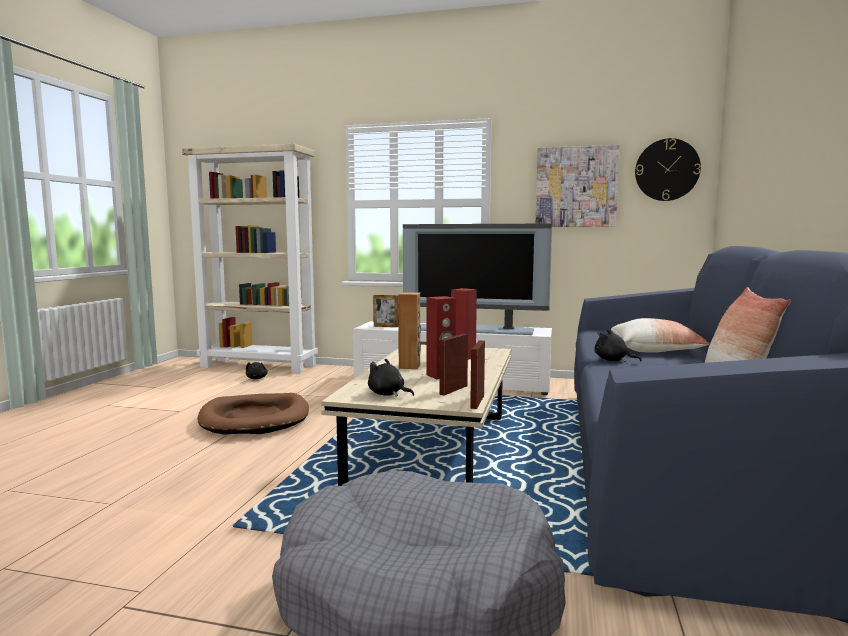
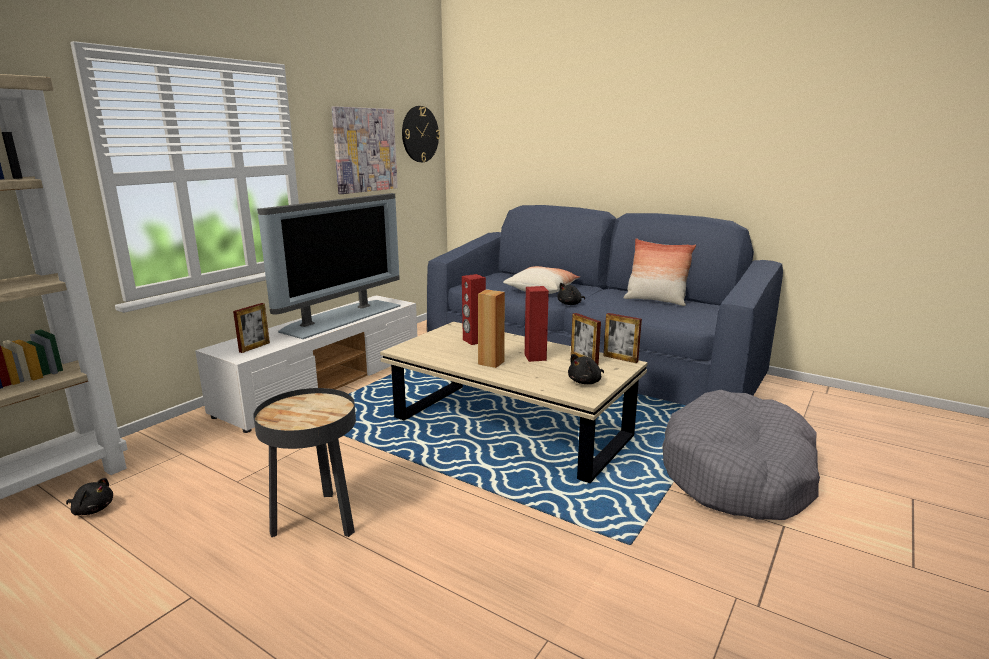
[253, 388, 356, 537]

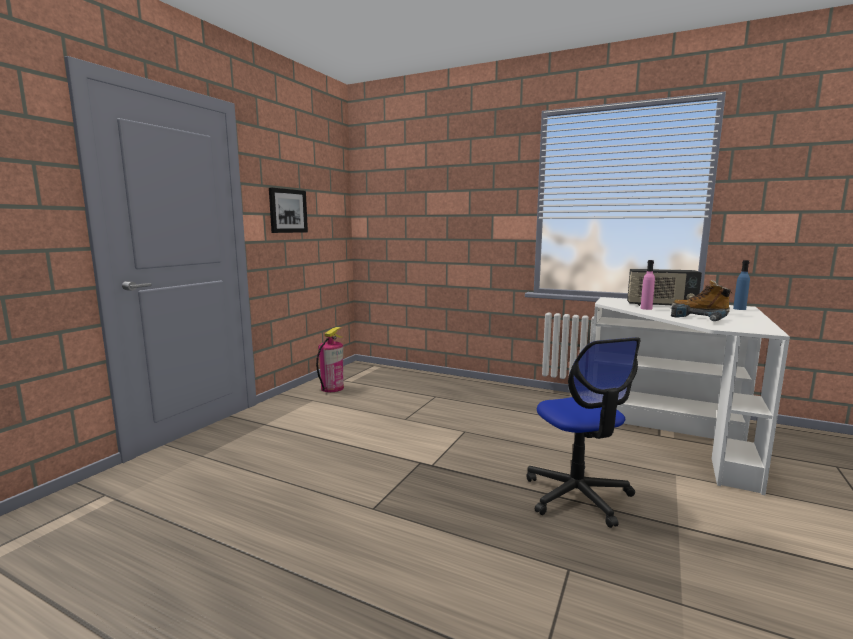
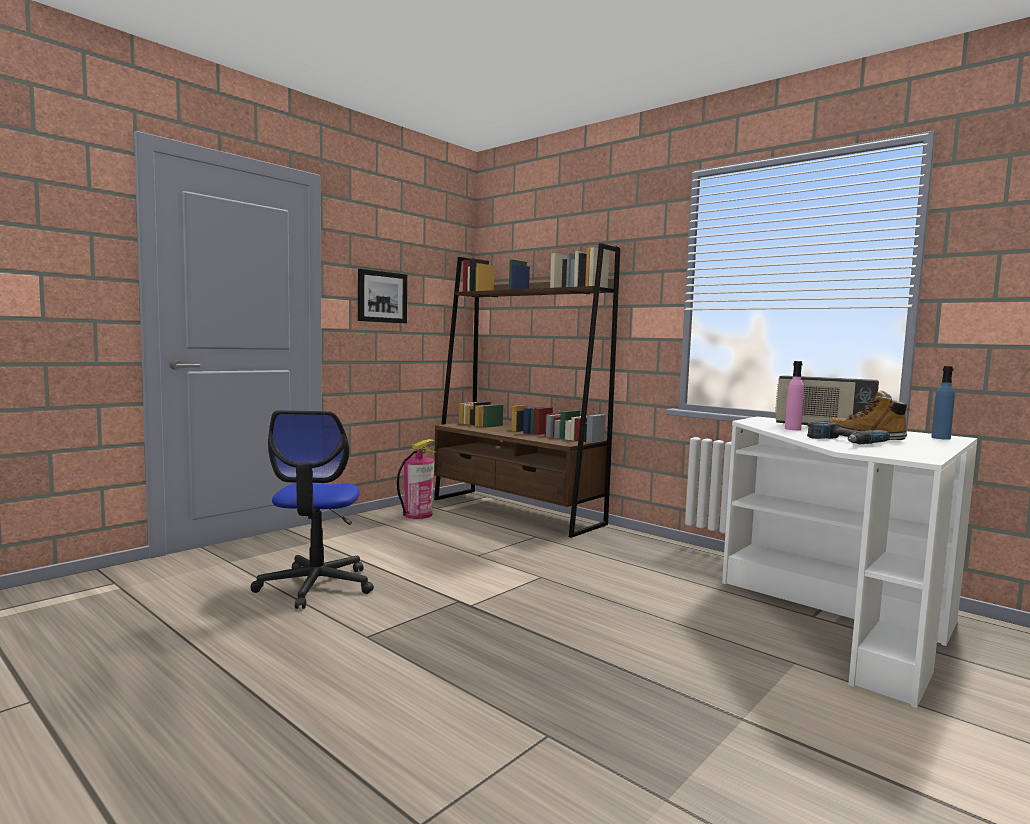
[251, 410, 374, 609]
[434, 243, 620, 538]

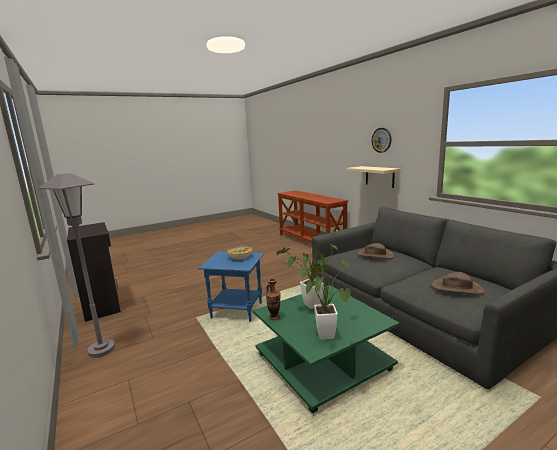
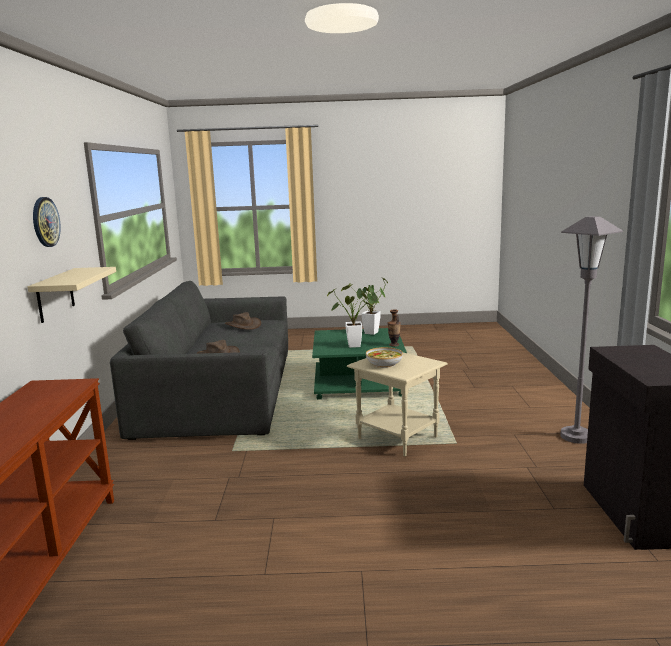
[347, 353, 448, 457]

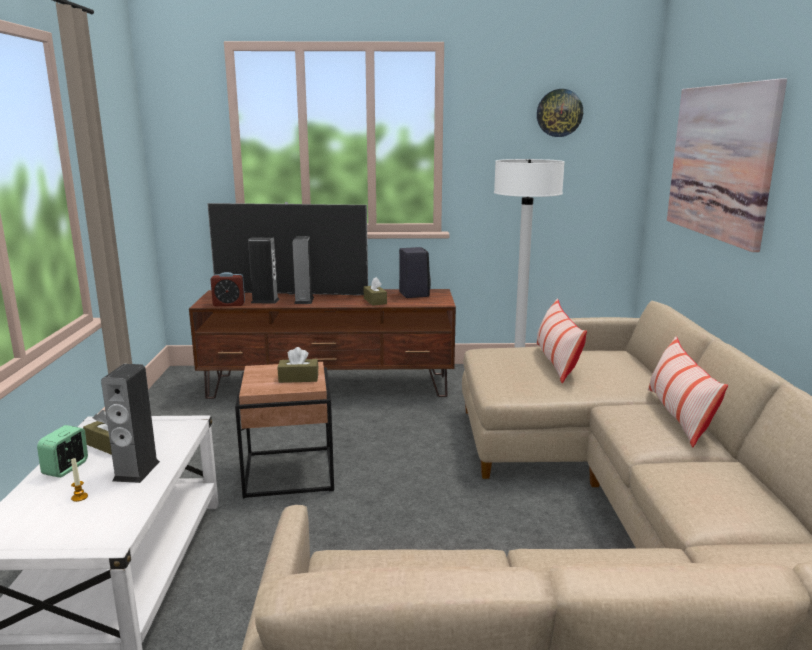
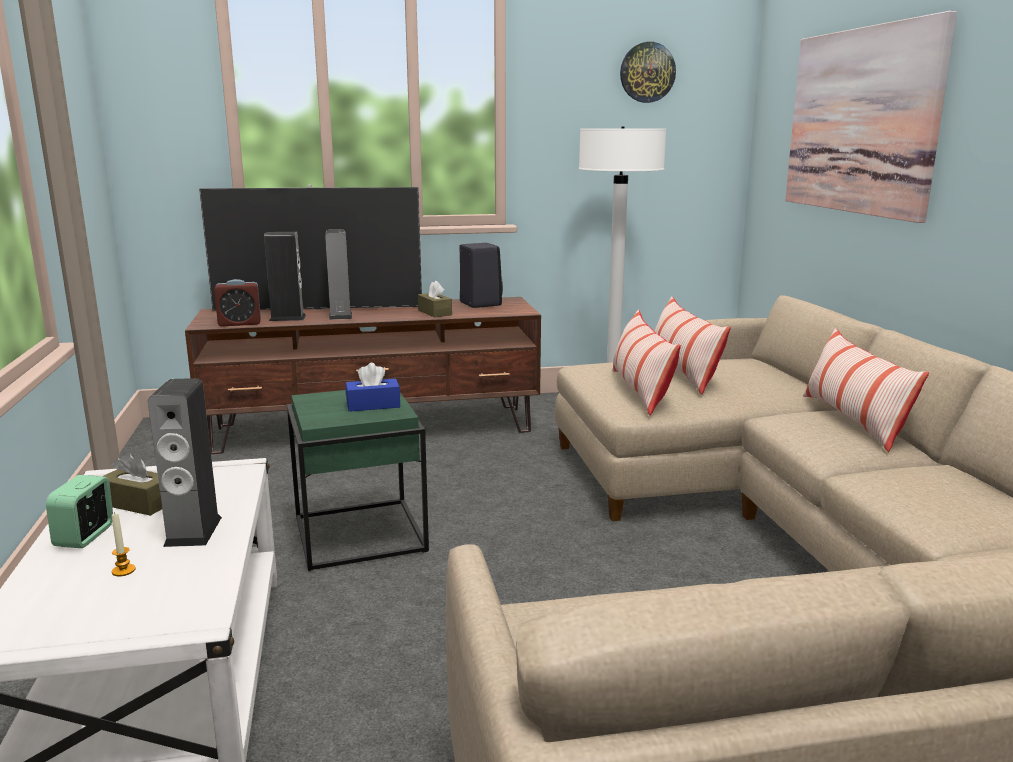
[346, 363, 400, 412]
[287, 390, 429, 571]
[612, 310, 681, 415]

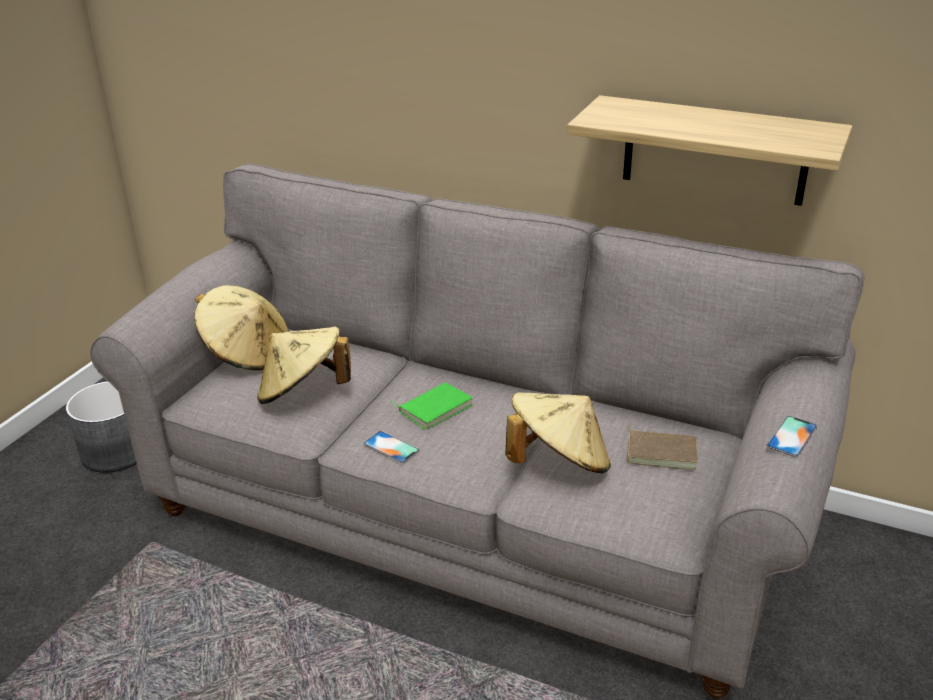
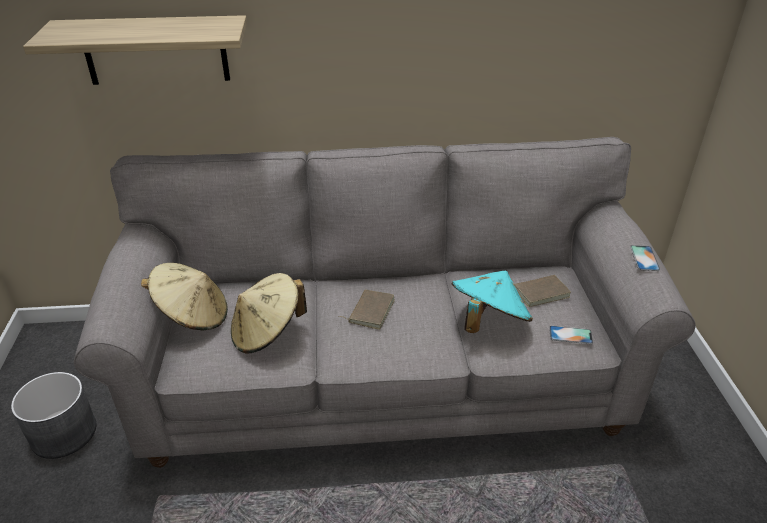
[23, 15, 247, 85]
[339, 289, 395, 330]
[452, 270, 533, 333]
[549, 326, 593, 344]

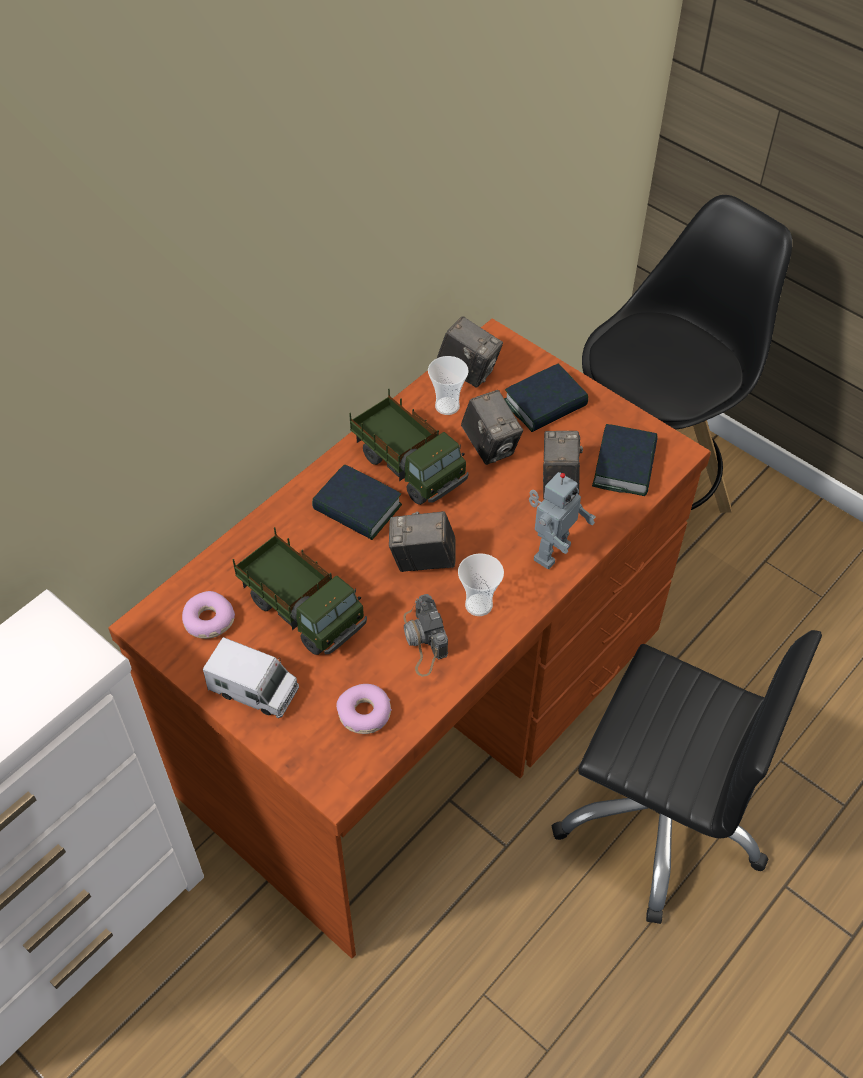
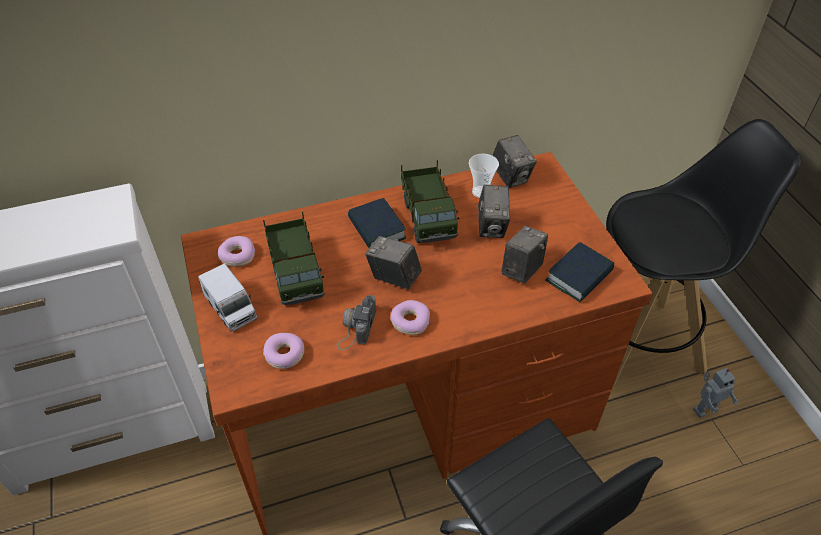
[504, 364, 588, 432] (first image)
[693, 368, 738, 418]
[390, 300, 430, 335]

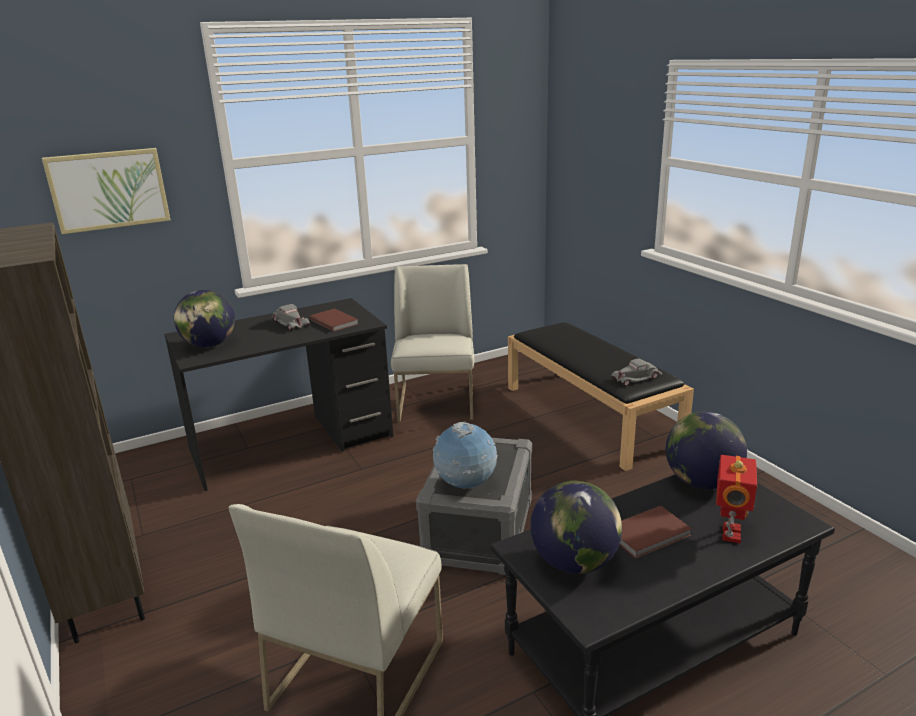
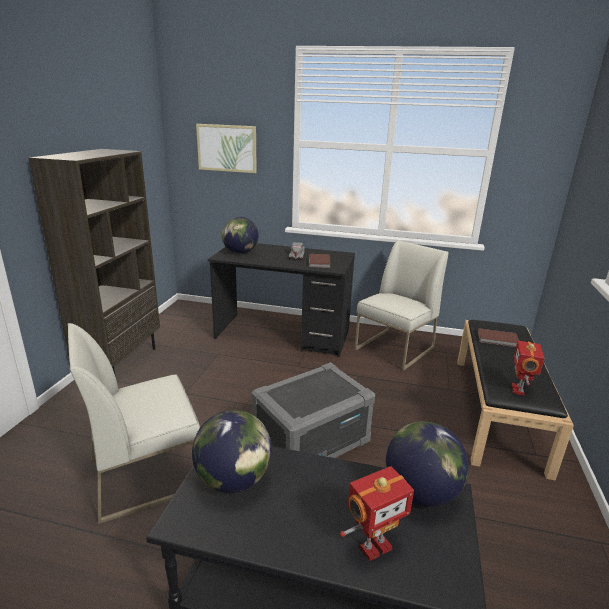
[512, 341, 544, 396]
[433, 422, 497, 489] (first image)
[478, 328, 519, 347]

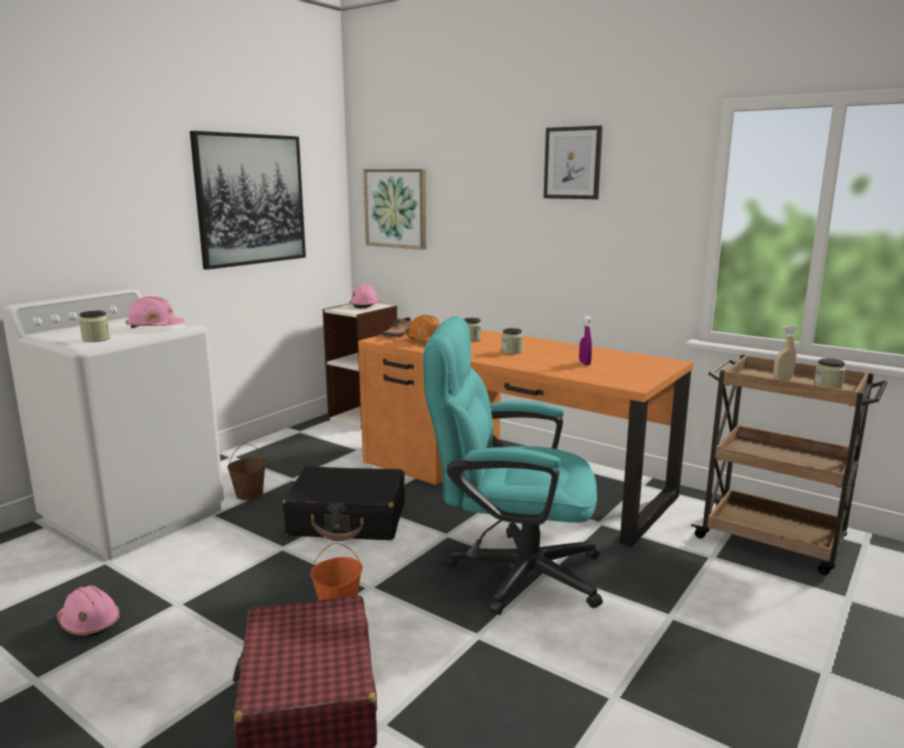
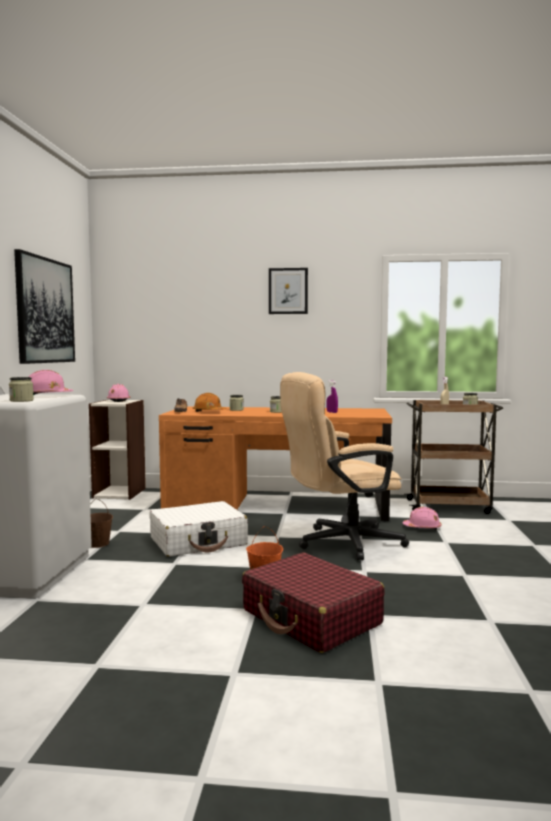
[363, 169, 426, 250] (first image)
[280, 372, 409, 561]
[149, 501, 248, 557]
[403, 507, 442, 530]

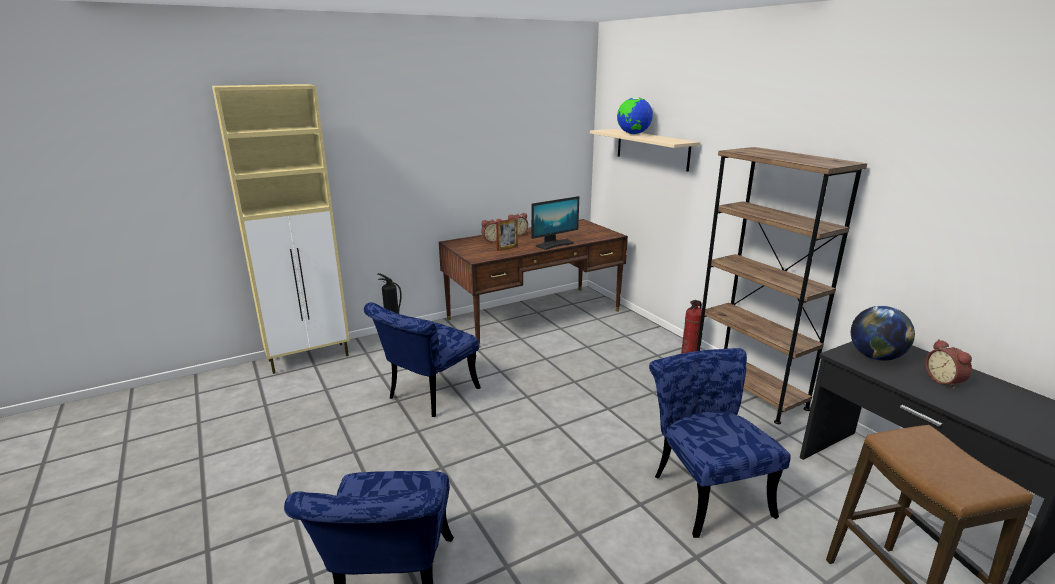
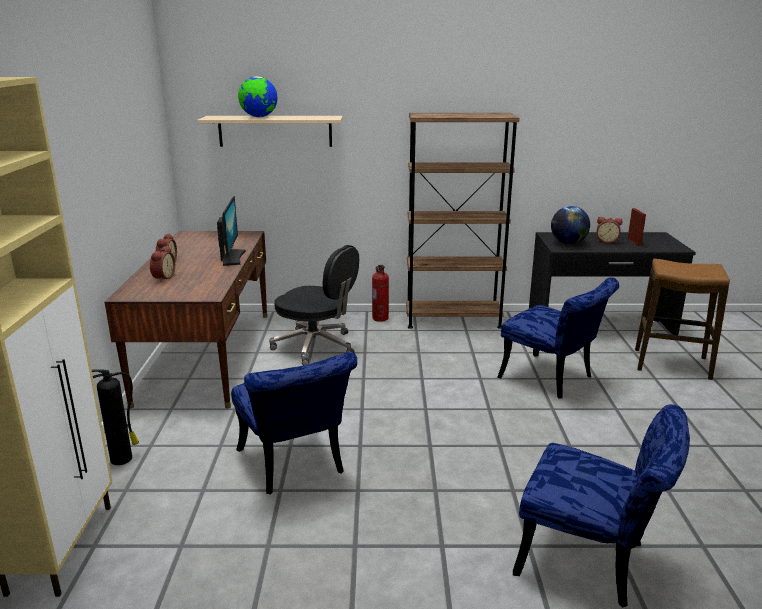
[628, 208, 646, 246]
[497, 277, 619, 399]
[269, 245, 359, 366]

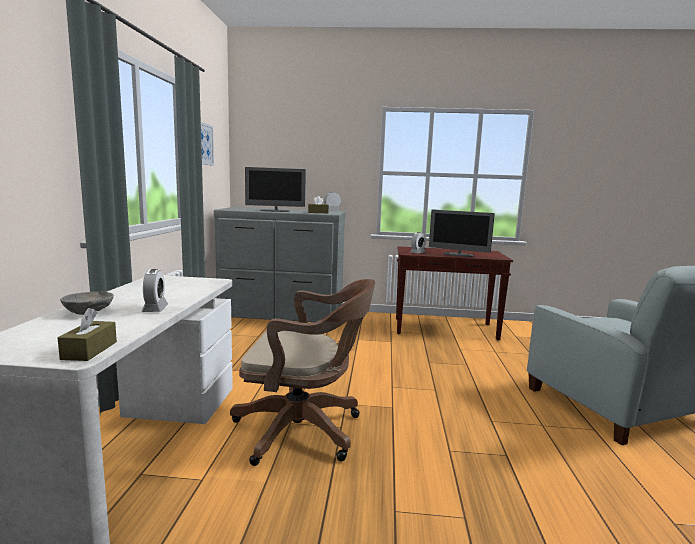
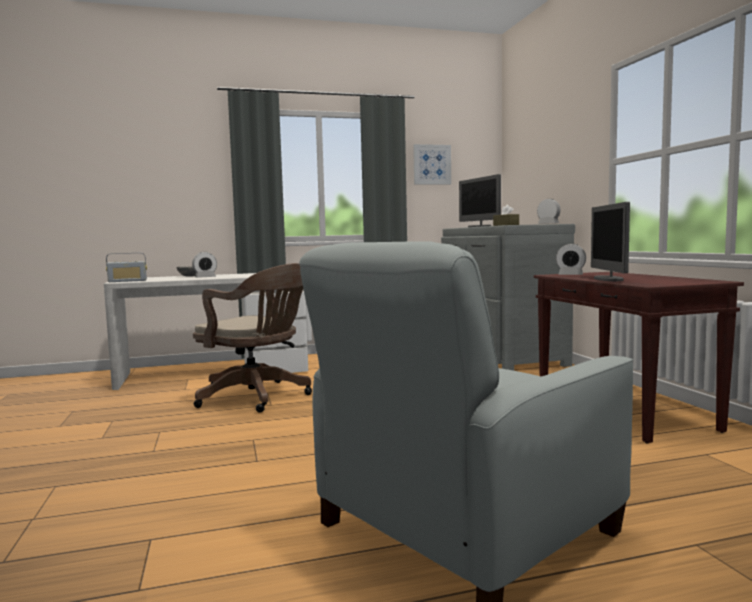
[193, 263, 312, 413]
[106, 253, 147, 282]

